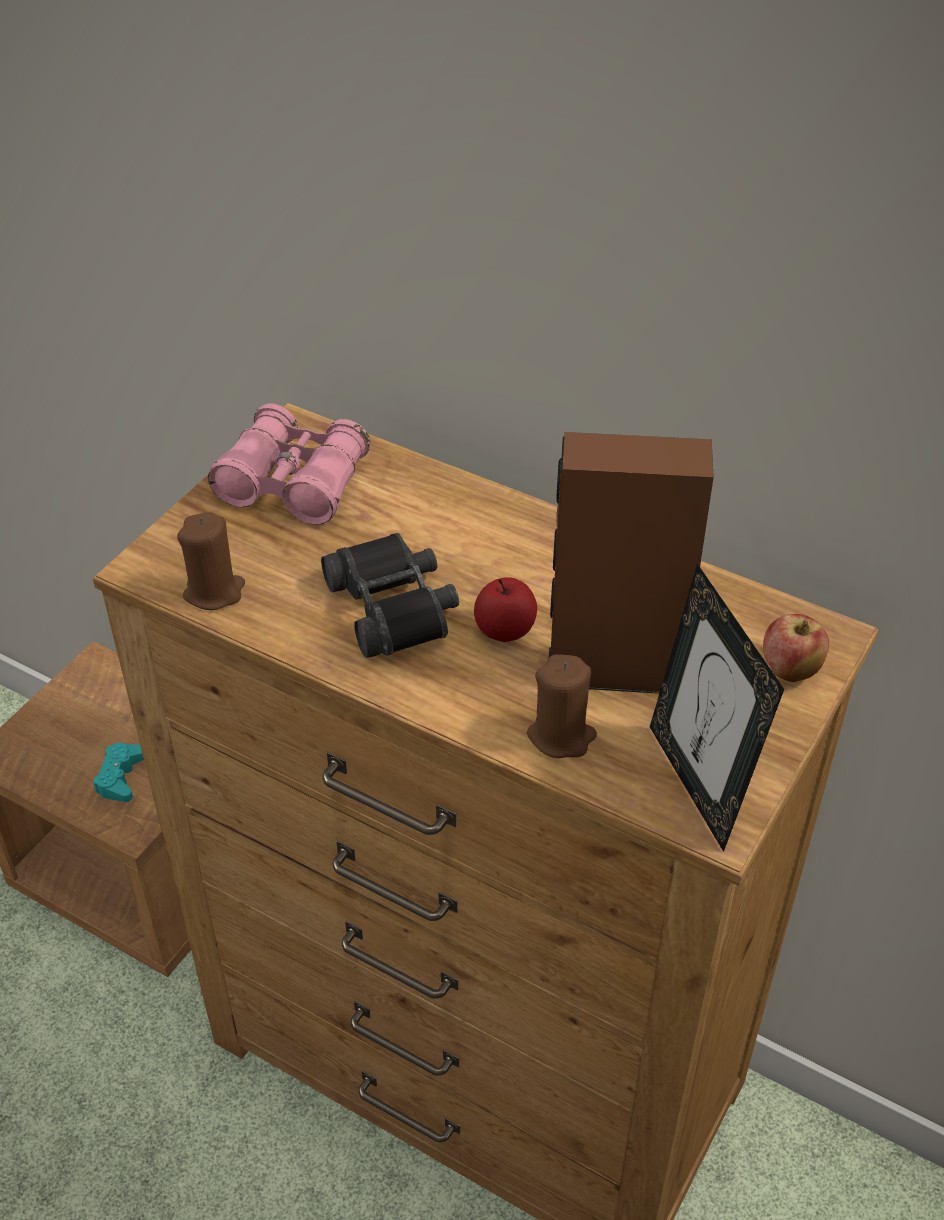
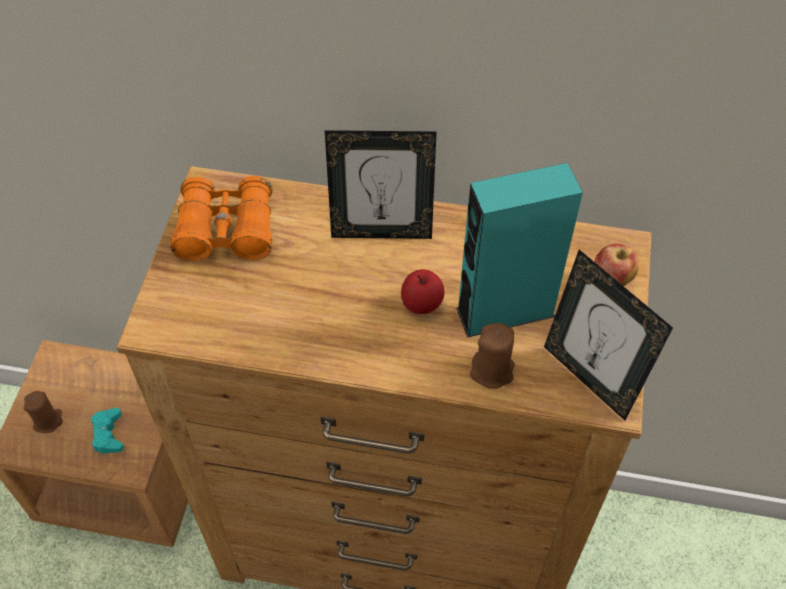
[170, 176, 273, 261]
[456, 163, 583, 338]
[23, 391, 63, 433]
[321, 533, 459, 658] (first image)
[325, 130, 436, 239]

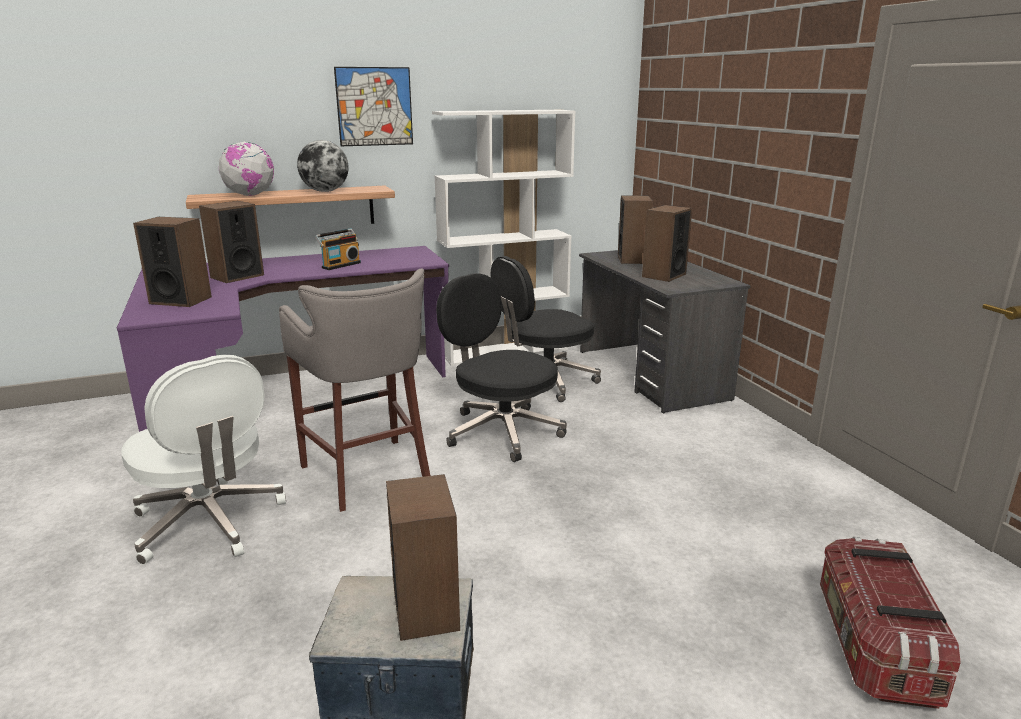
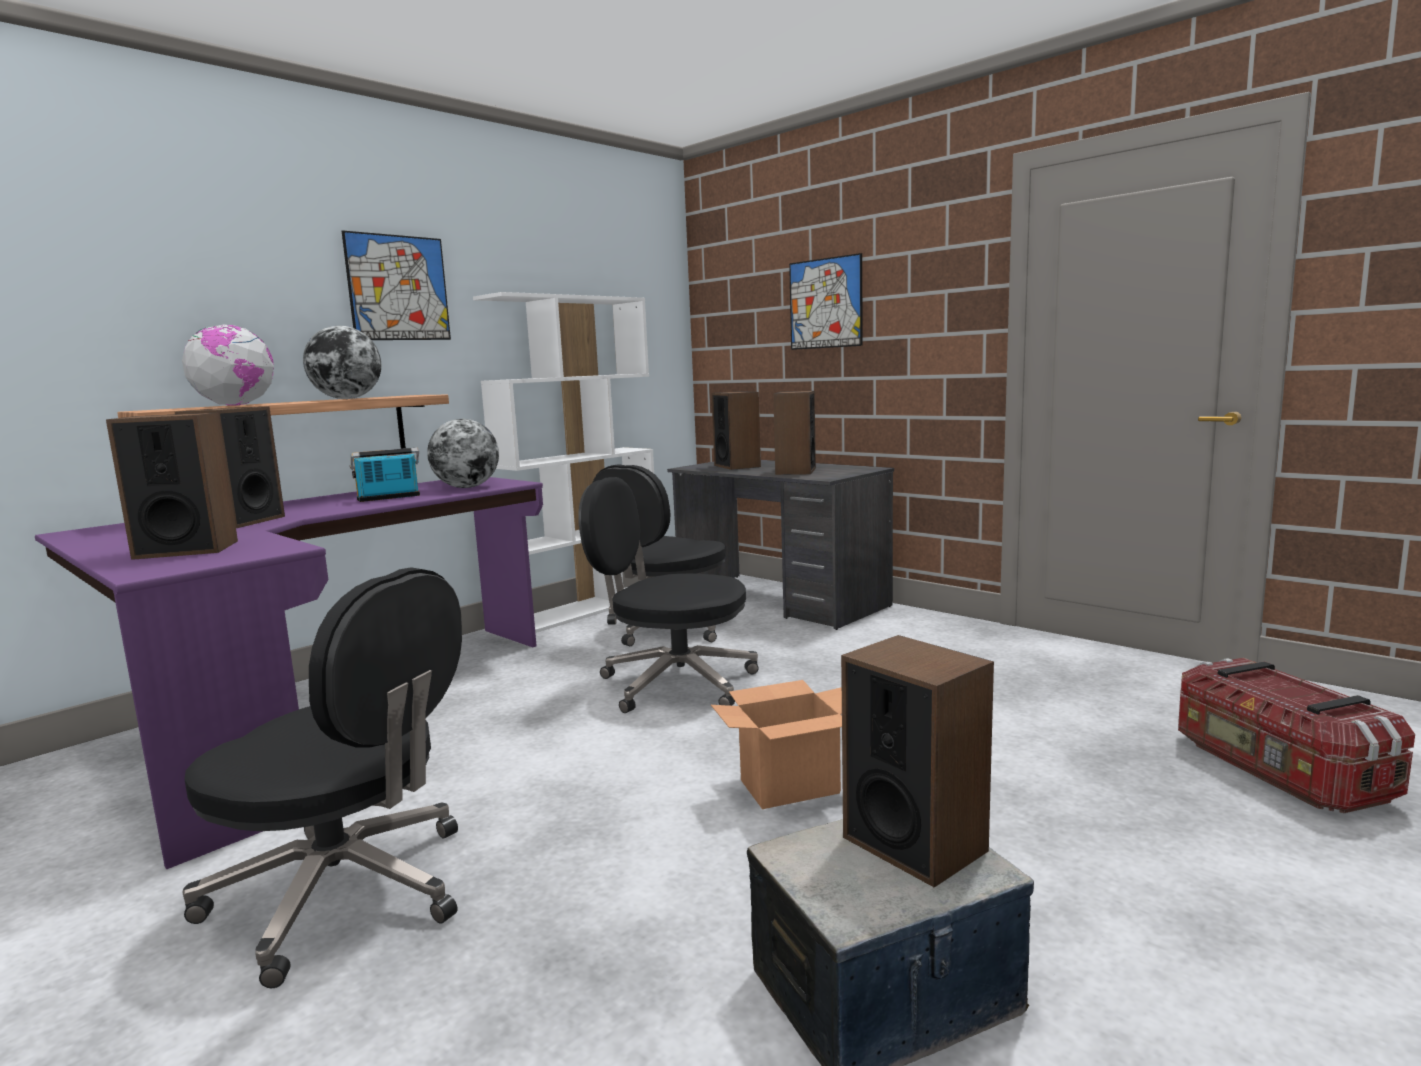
[350, 448, 420, 502]
[279, 269, 430, 512] (first image)
[182, 567, 462, 988]
[789, 253, 863, 350]
[427, 419, 499, 488]
[711, 680, 842, 809]

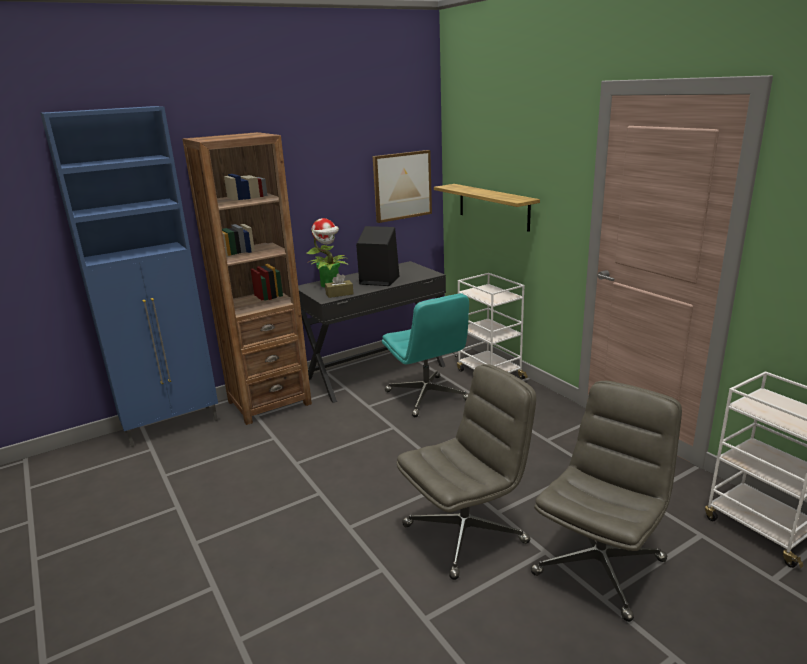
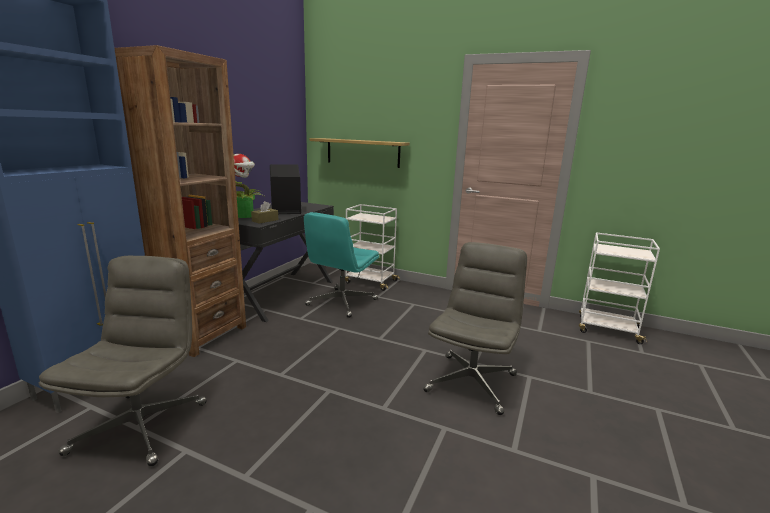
[373, 150, 432, 223] (first image)
[304, 212, 379, 318]
[39, 255, 207, 466]

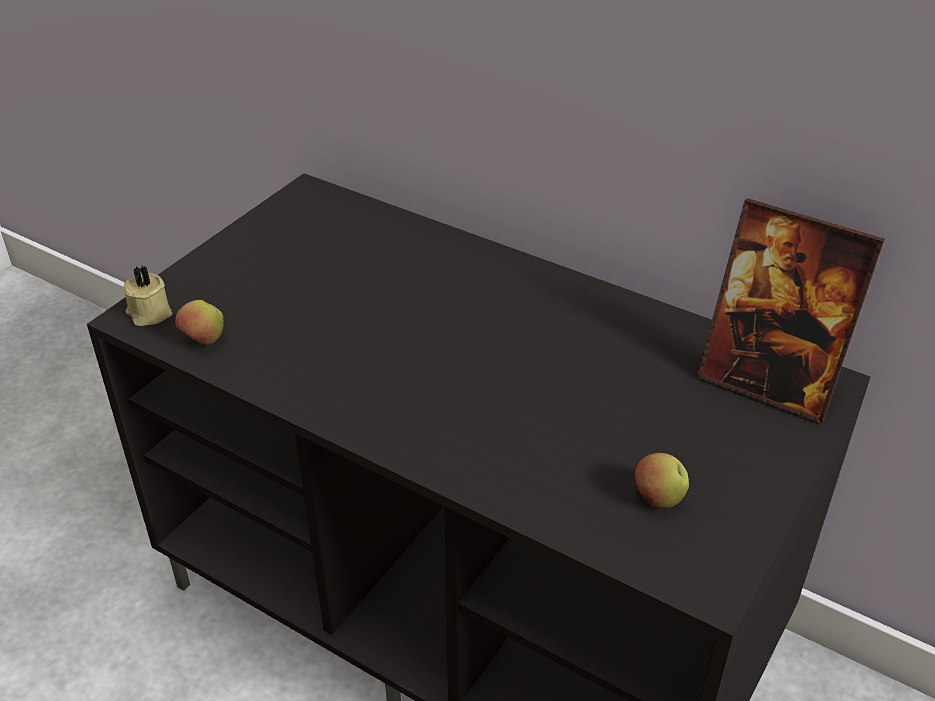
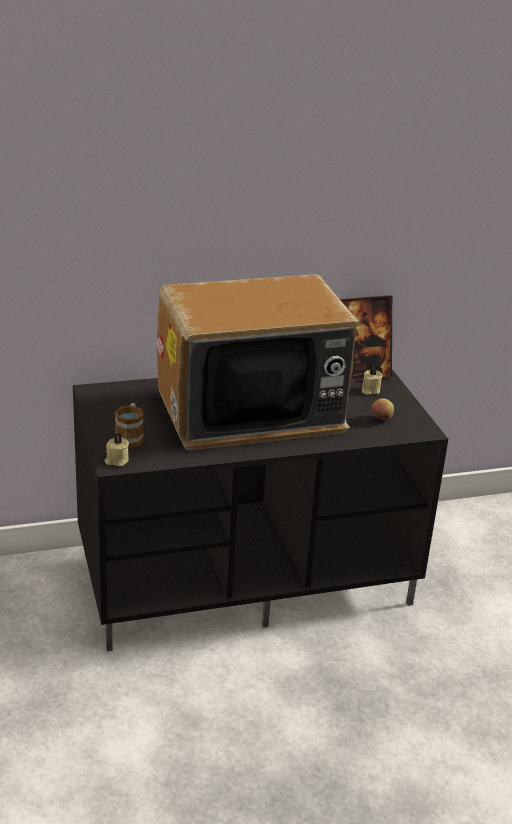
[175, 300, 224, 346] (first image)
[156, 274, 362, 450]
[362, 365, 383, 395]
[115, 403, 144, 448]

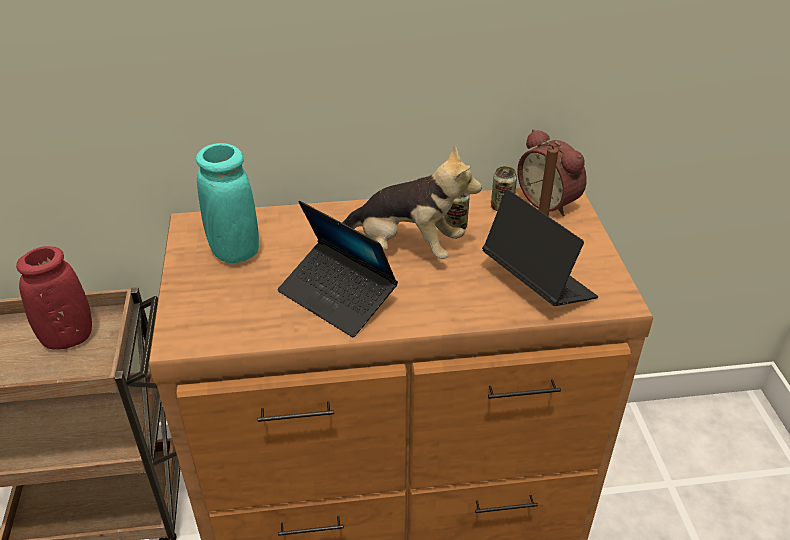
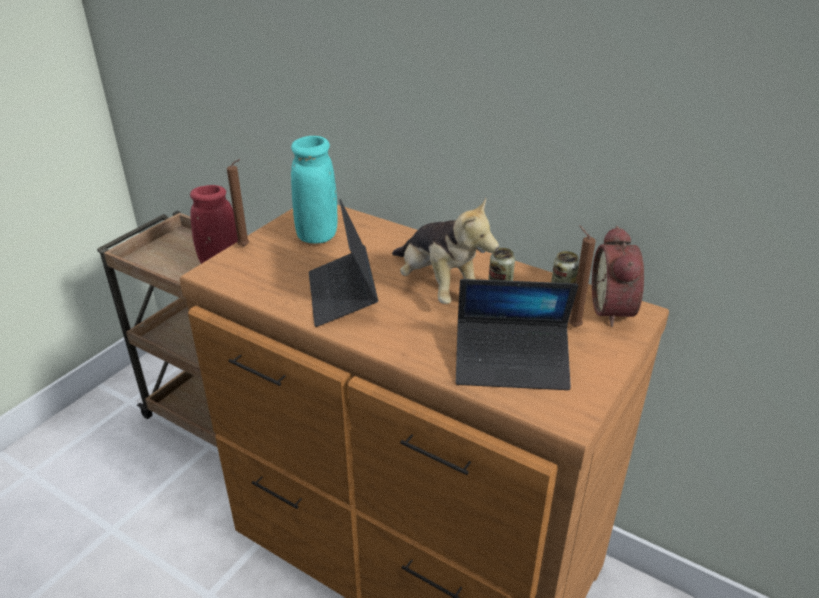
[456, 279, 578, 390]
[227, 159, 249, 247]

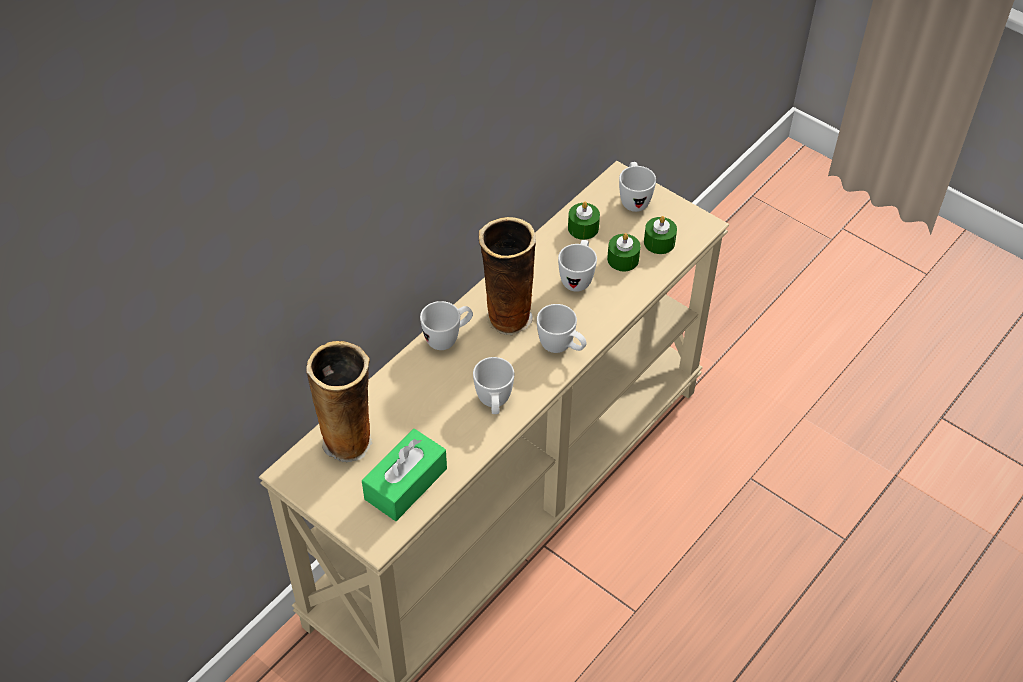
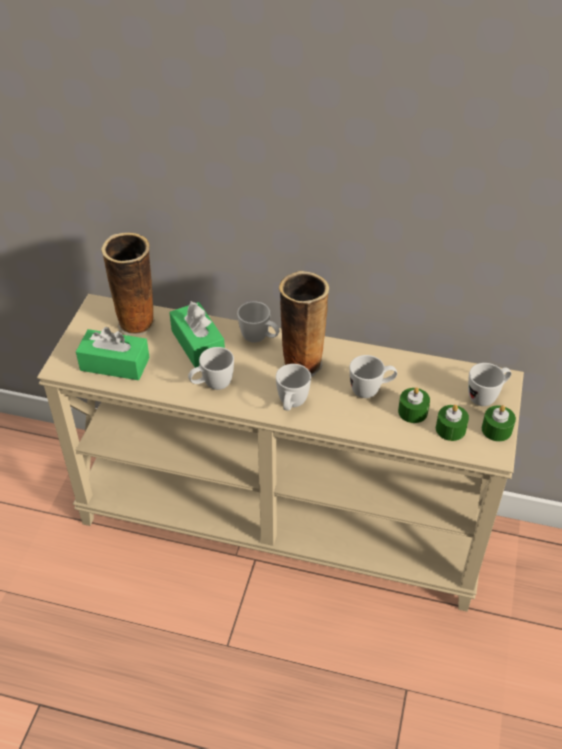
[482, 405, 516, 442]
[169, 301, 225, 368]

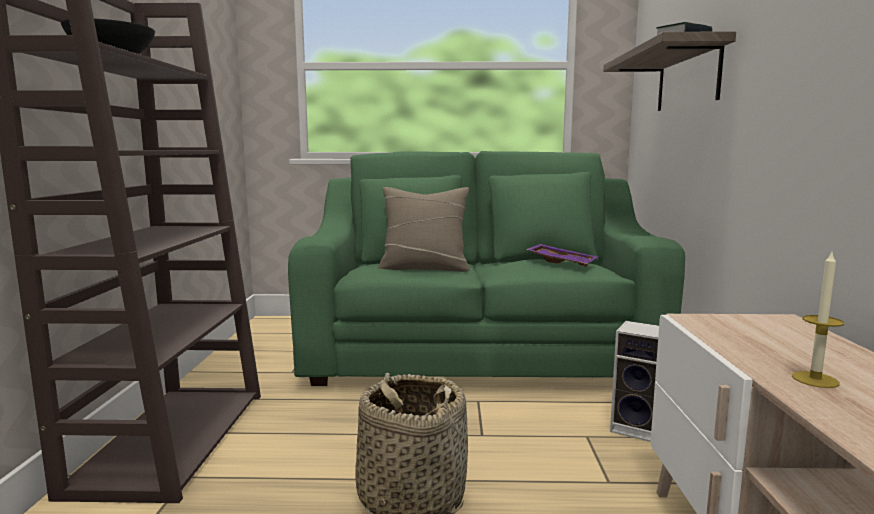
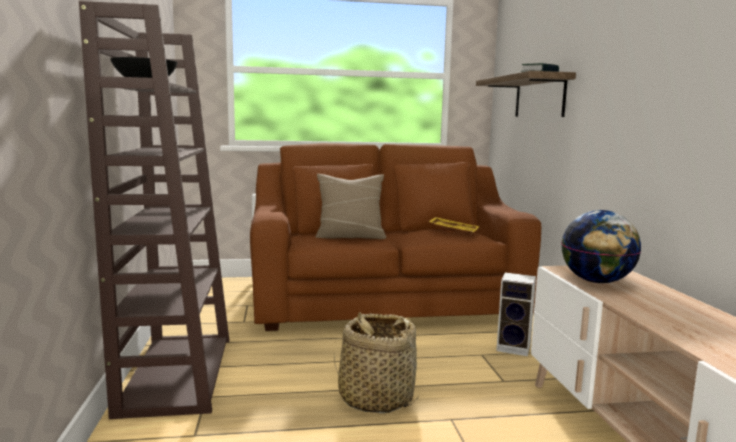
[250, 143, 541, 331]
[429, 217, 480, 234]
[792, 252, 844, 388] (first image)
[561, 210, 641, 283]

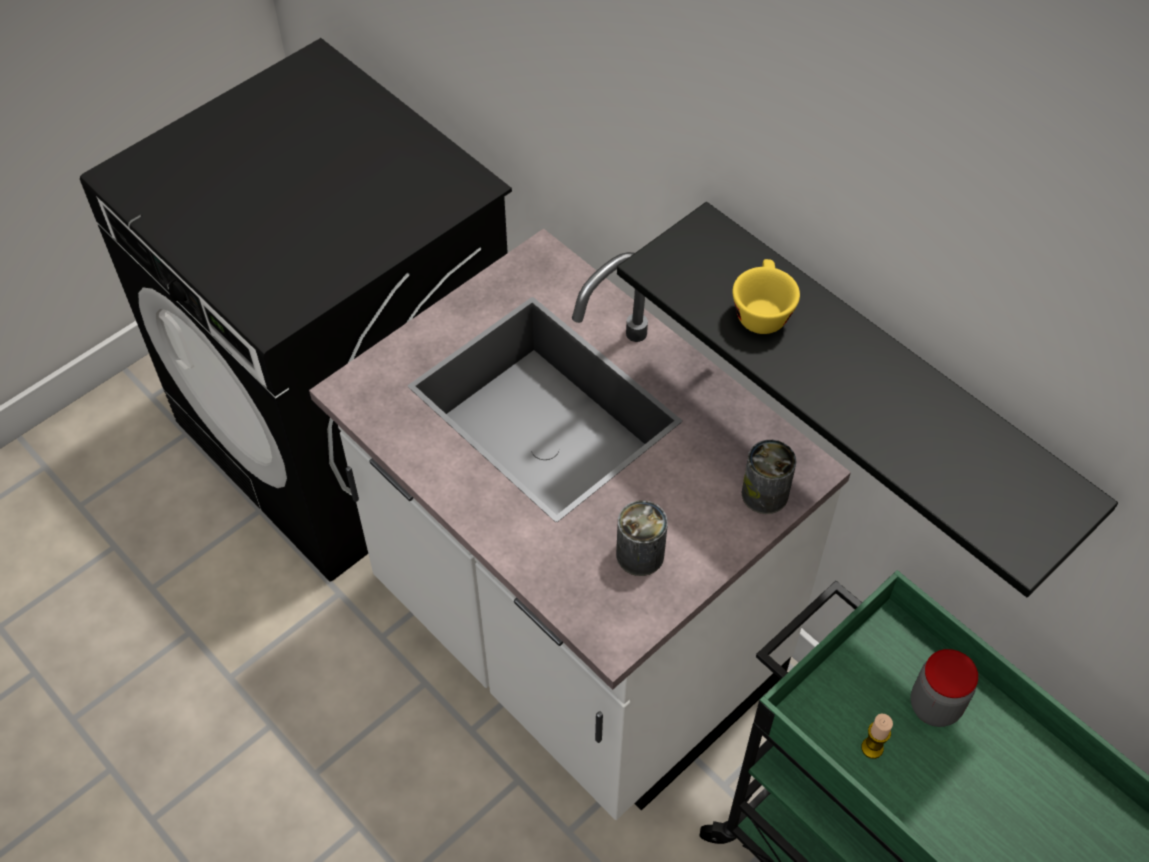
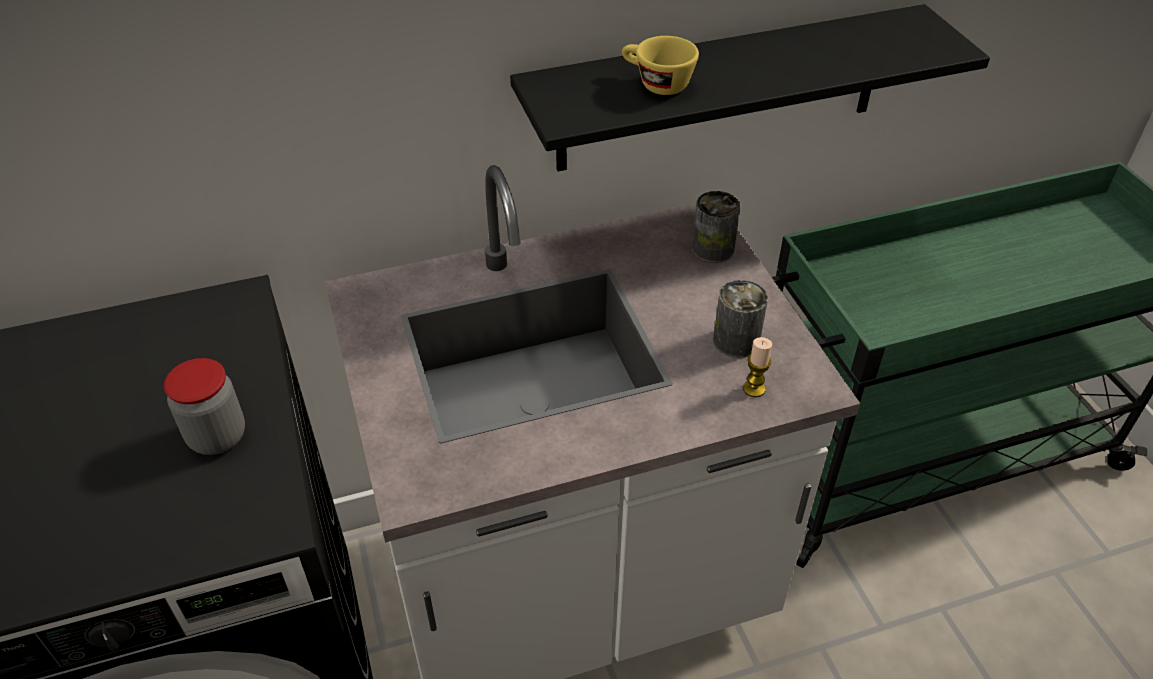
[164, 358, 245, 455]
[743, 337, 772, 397]

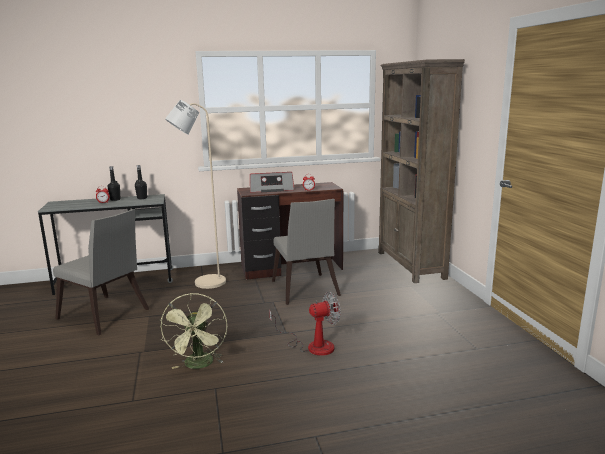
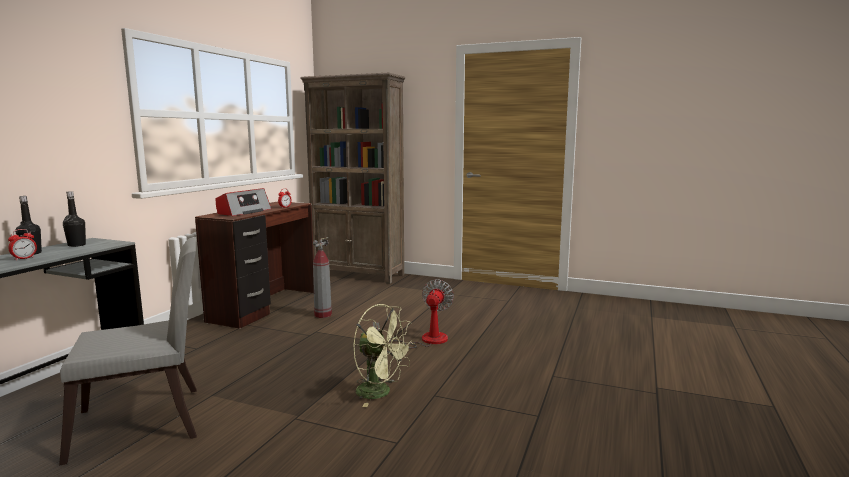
[165, 100, 226, 289] (first image)
[313, 237, 332, 318]

